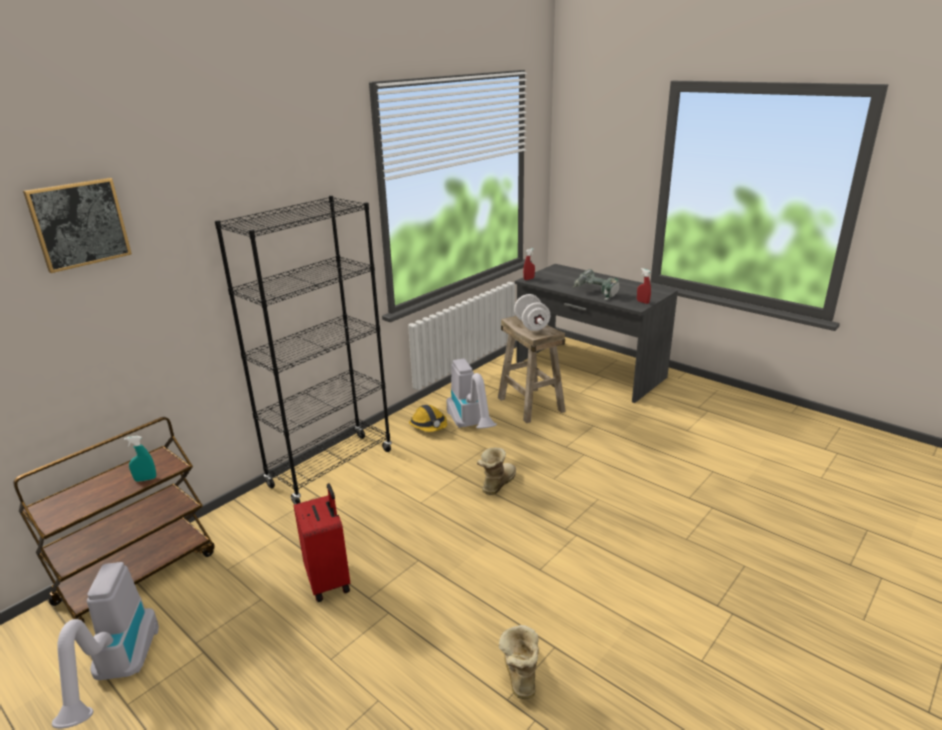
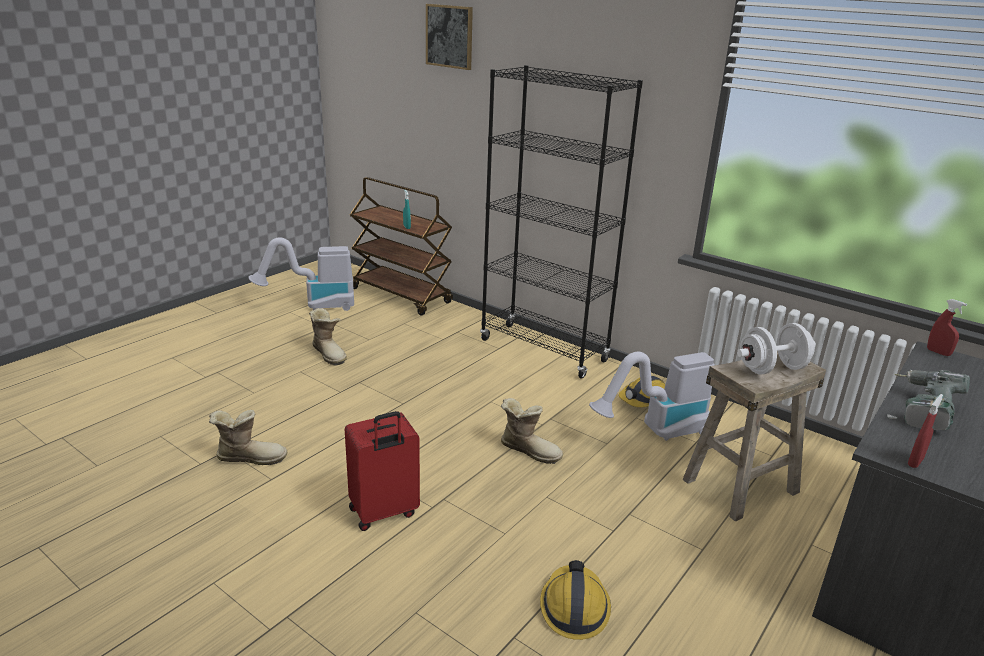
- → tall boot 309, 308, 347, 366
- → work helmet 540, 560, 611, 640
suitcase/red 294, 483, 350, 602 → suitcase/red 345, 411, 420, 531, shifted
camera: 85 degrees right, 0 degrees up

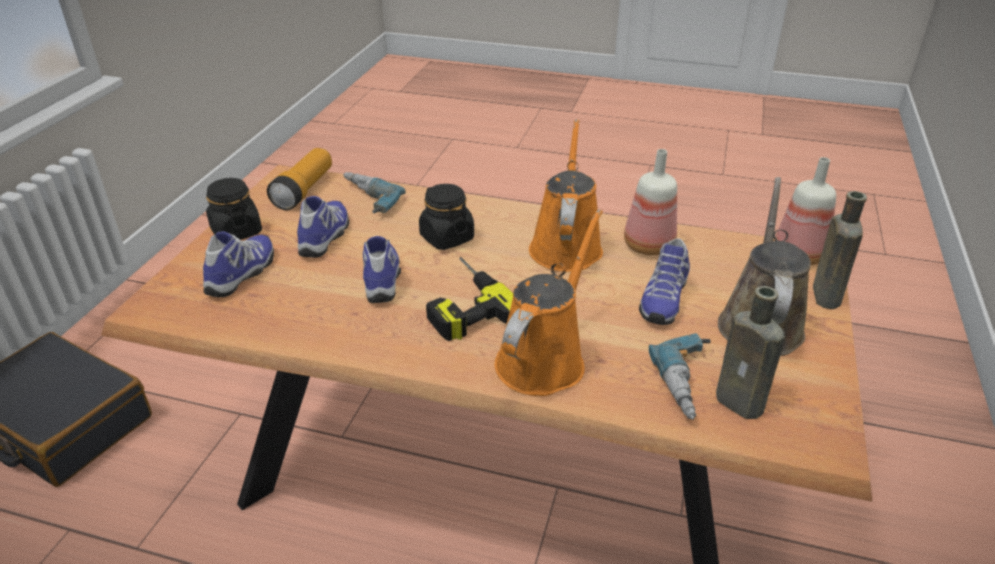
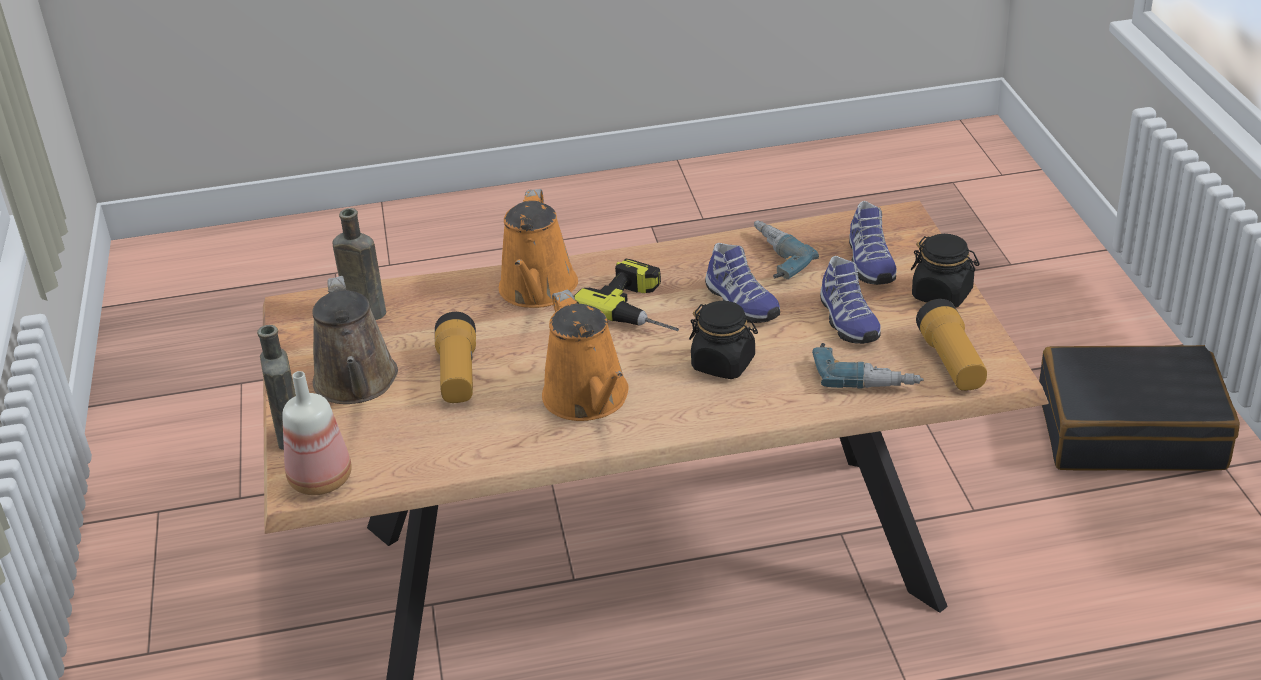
drink bottle 624, 149, 677, 255 → -
power drill 649, 333, 711, 420 → power drill 754, 220, 819, 279, shifted
item of footwear 639, 238, 690, 325 → hand torch 435, 312, 476, 403
camera: 155 degrees right, 0 degrees up

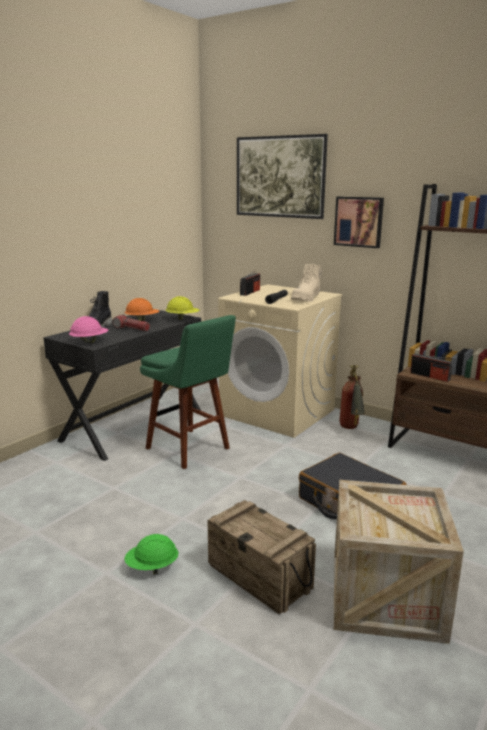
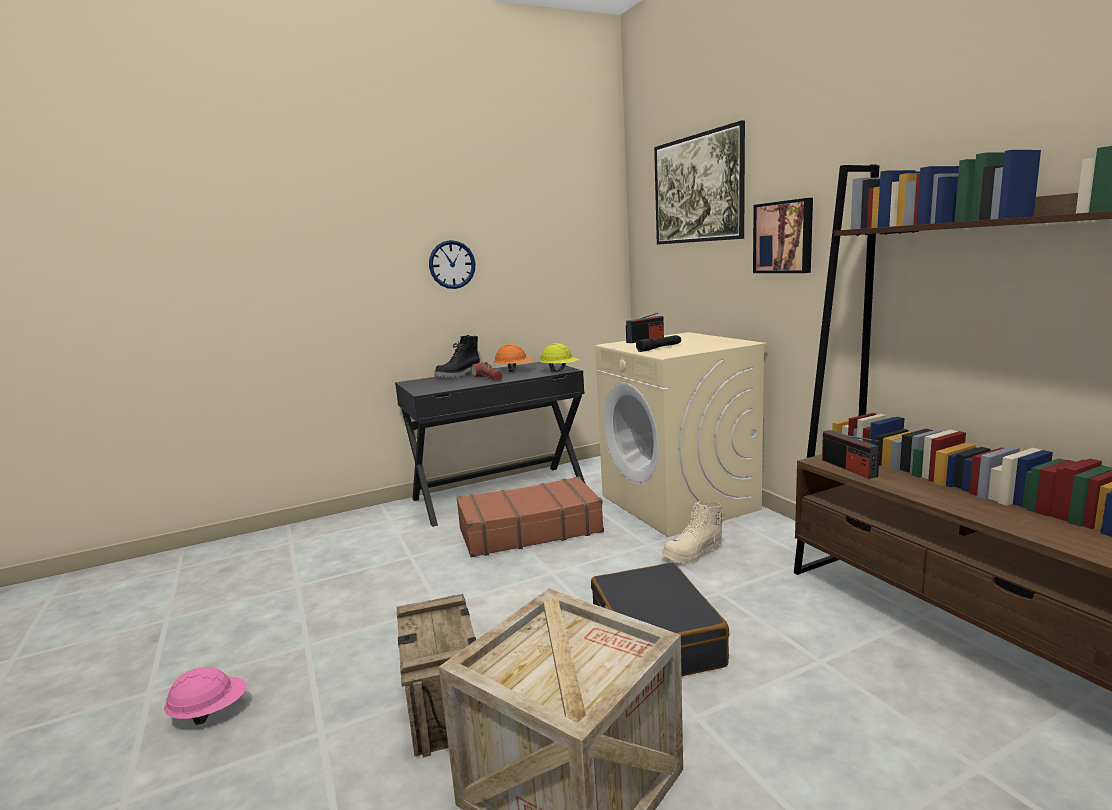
work helmet/greenish 124, 534, 179, 575 → -
extinguisher 339, 365, 365, 429 → -
- → clock on the wall 429, 240, 476, 289
work helmet/pinkish 69, 316, 108, 343 → work helmet/pinkish 164, 667, 247, 725, shifted
tall boot/beige-coloured 291, 264, 323, 302 → tall boot/beige-coloured 662, 501, 725, 564, shifted
sitting stool/greenish 140, 315, 236, 469 → suitcase/brown-coloured 457, 476, 604, 557
camera: 30 degrees right, 5 degrees down

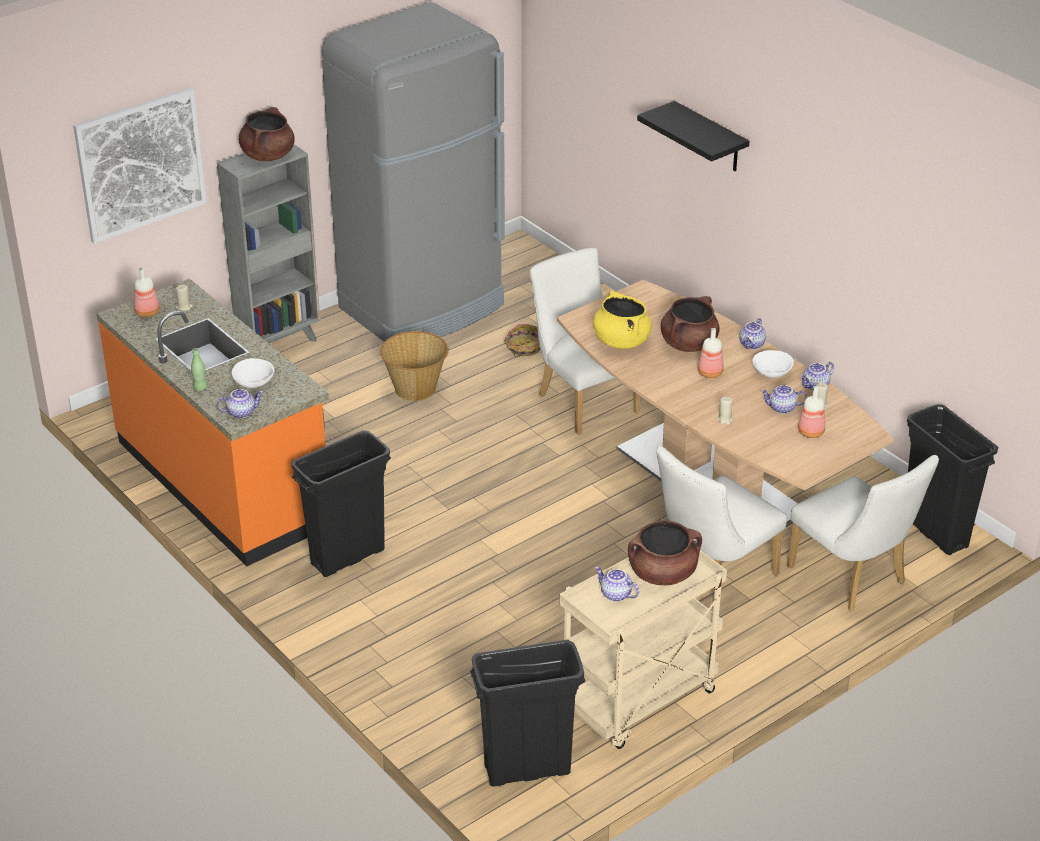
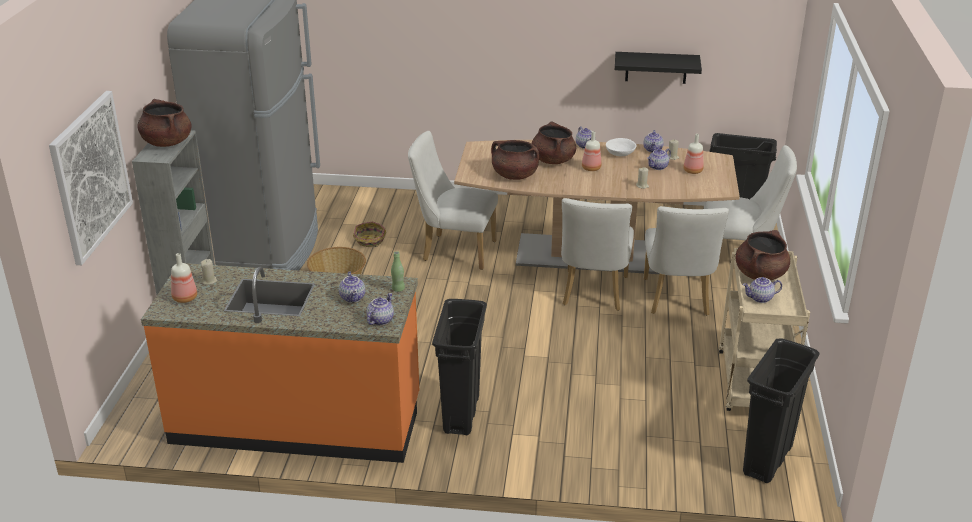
- → upright chair/white-coloured 561, 198, 634, 311
drink bottle/greenish 191, 348, 207, 391 → drink bottle/greenish 391, 251, 405, 292, shifted
wall shelf/black-coloured 637, 101, 749, 172 → wall shelf/black-coloured 615, 52, 702, 84, shifted
bowl/white-coloured 231, 358, 275, 388 → teapot 339, 271, 365, 303
saucepot/yellow-coloured 593, 291, 652, 349 → saucepot/brown-coloured 491, 140, 539, 180
camera: 45 degrees left, 5 degrees down

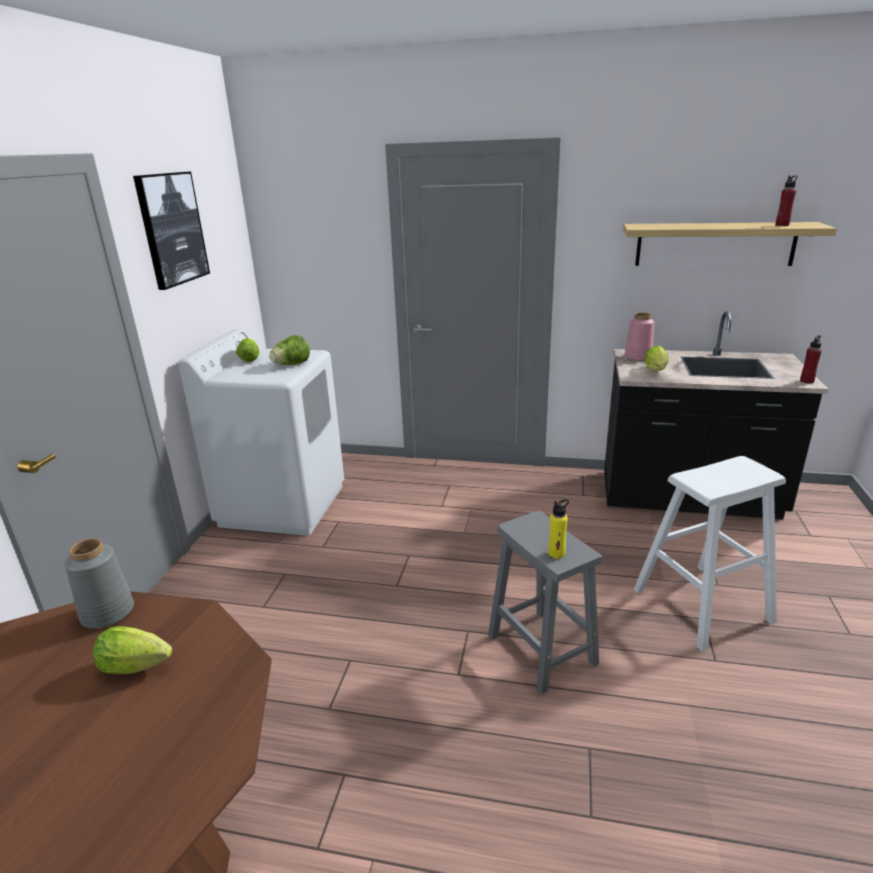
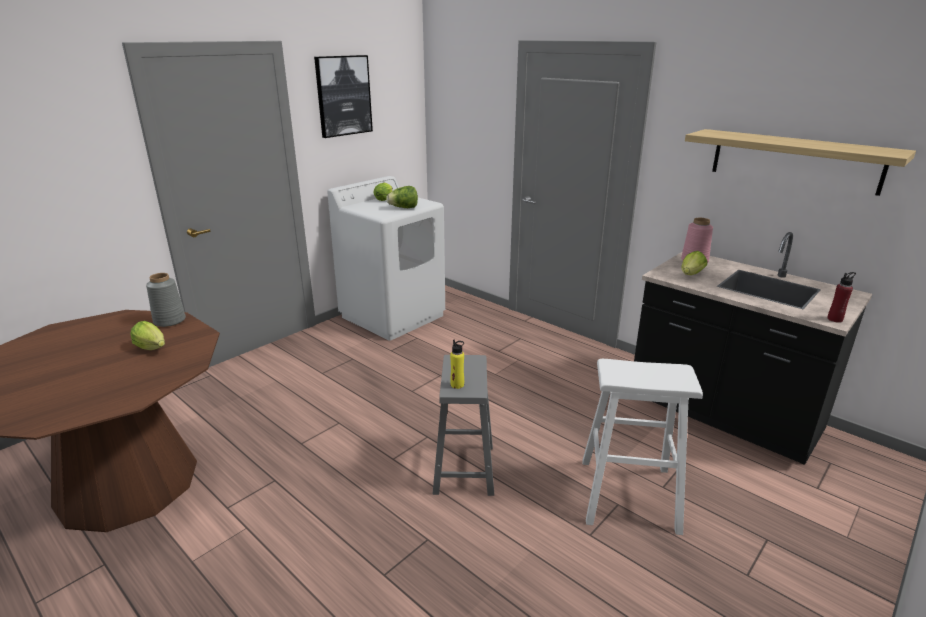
drink bottle/red 775, 176, 798, 226 → -
camera: 30 degrees right, 0 degrees up

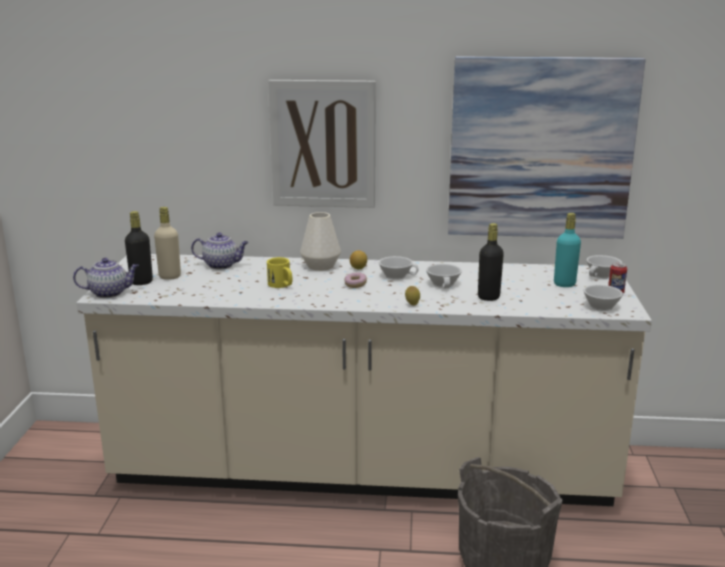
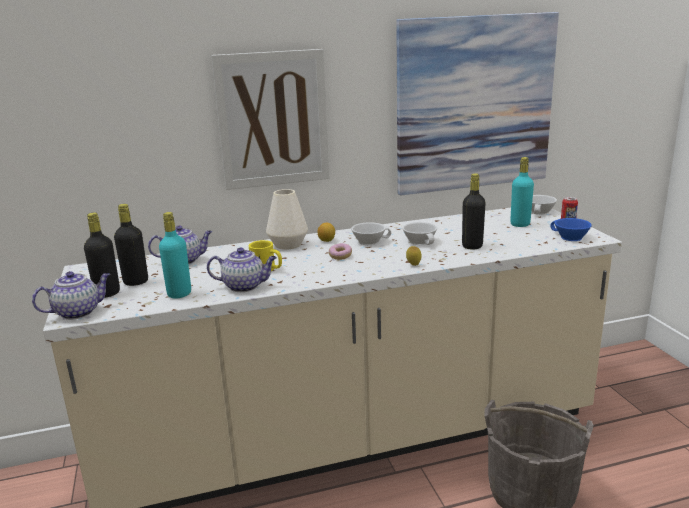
- → drink bottle/turquoise-coloured 159, 212, 191, 299
- → teapot 207, 247, 277, 292
drink bottle/beige-coloured 154, 207, 181, 280 → drink bottle/black-coloured 114, 204, 148, 286
cup/white-coloured 584, 285, 623, 311 → cup/blue-coloured 550, 218, 592, 241
camera: 20 degrees left, 0 degrees up

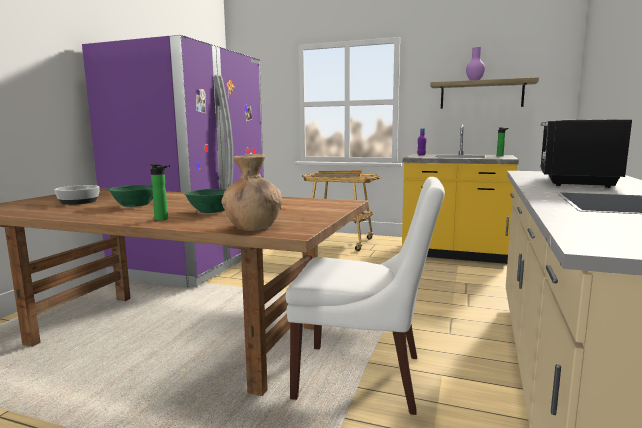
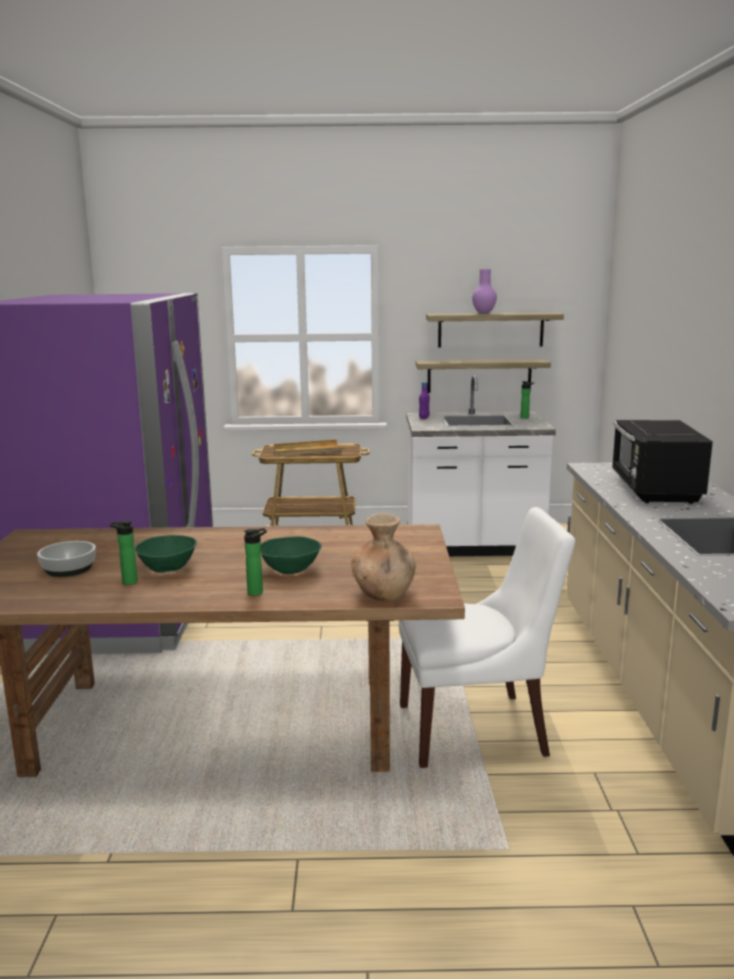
- → drink bottle 110, 520, 138, 585
- → wall shelf 416, 359, 551, 393
counter/yellow-coloured 402, 124, 519, 264 → counter/white-coloured 406, 375, 556, 556
camera: 20 degrees left, 5 degrees up

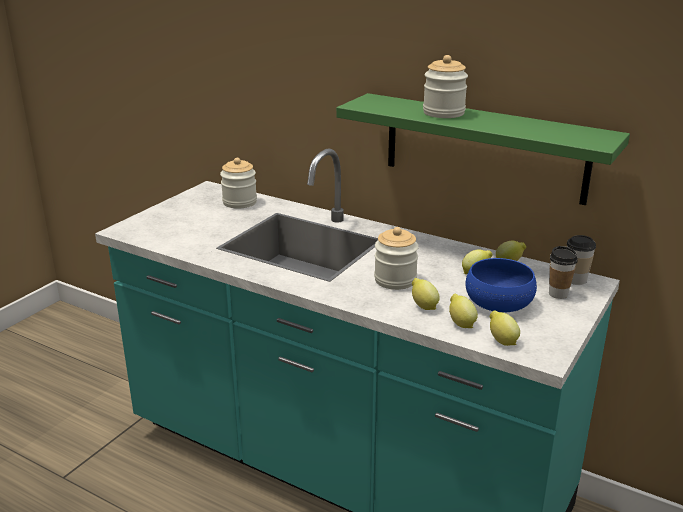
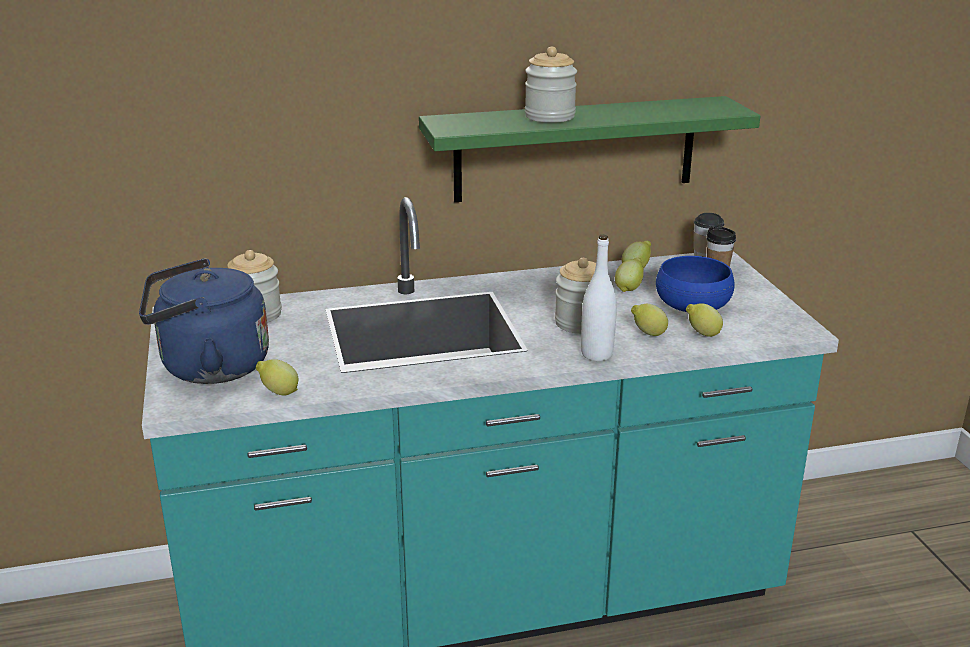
- → tea kettle/blue-coloured 139, 258, 269, 384
- → drink bottle/white-coloured 581, 235, 617, 361
citrus fruit 490, 310, 520, 346 → citrus fruit 256, 359, 298, 395, shifted
camera: 45 degrees left, 0 degrees up

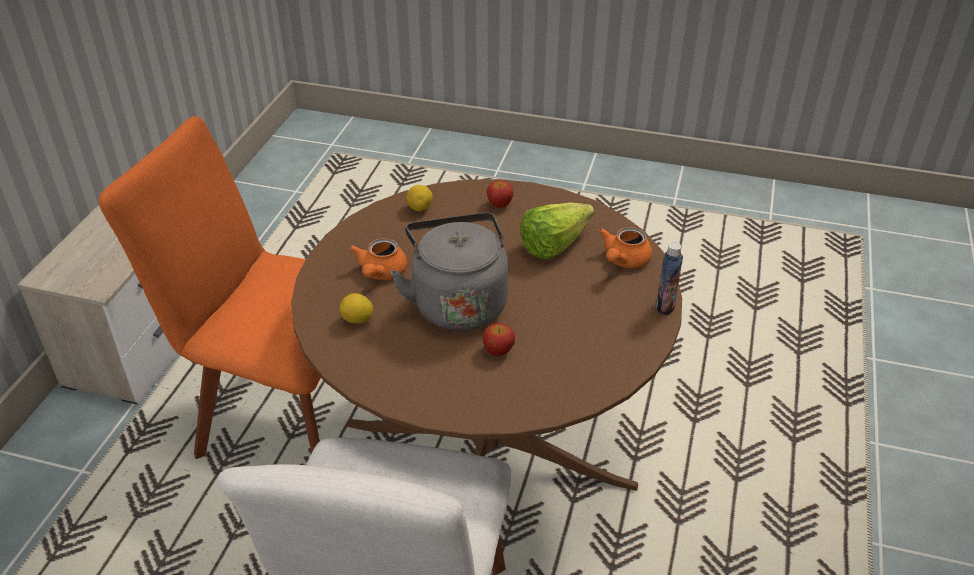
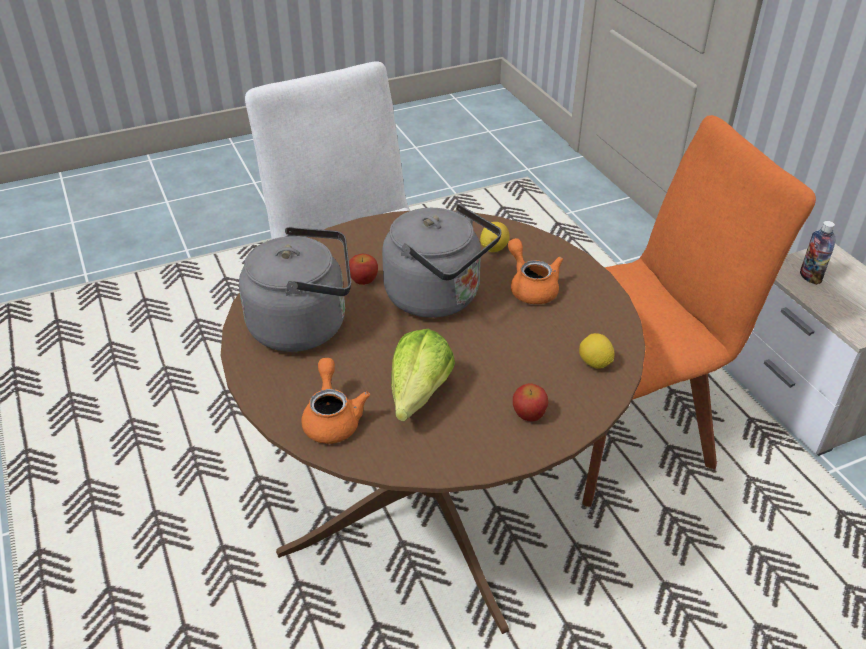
- → tea kettle/gray 239, 227, 351, 352
drink bottle 656, 242, 683, 315 → drink bottle 800, 221, 836, 285, shifted
camera: 140 degrees right, 0 degrees up

